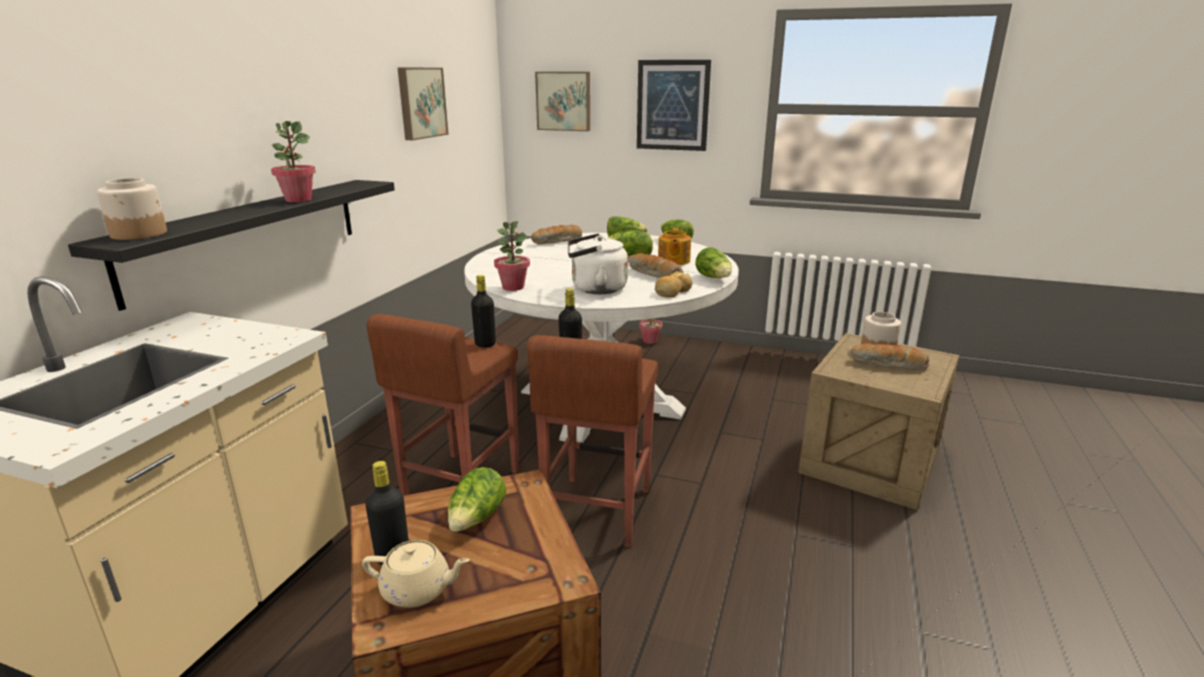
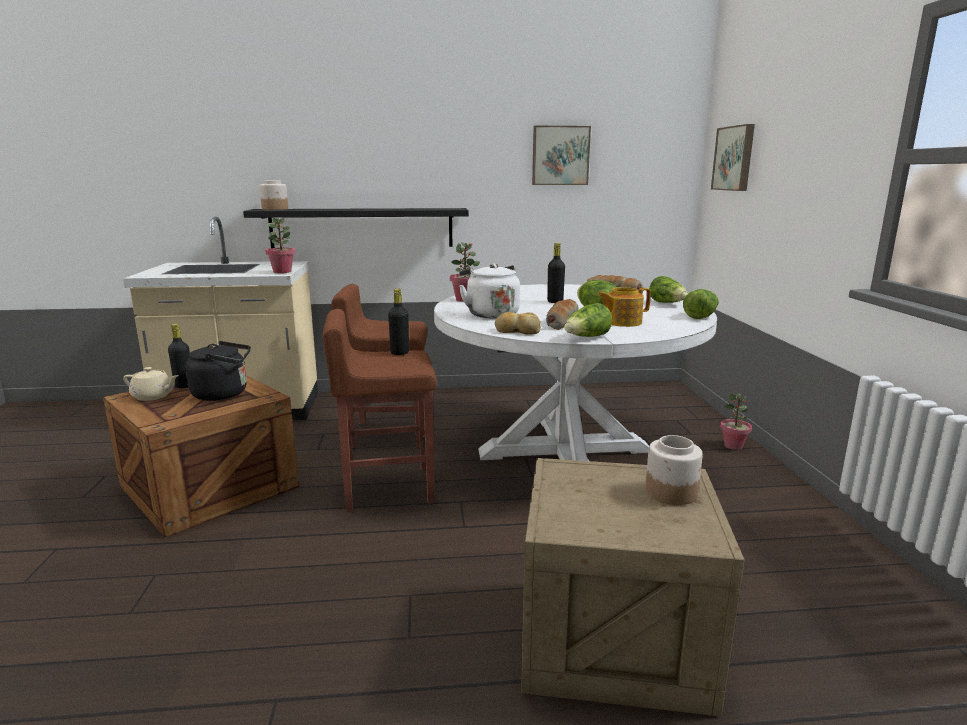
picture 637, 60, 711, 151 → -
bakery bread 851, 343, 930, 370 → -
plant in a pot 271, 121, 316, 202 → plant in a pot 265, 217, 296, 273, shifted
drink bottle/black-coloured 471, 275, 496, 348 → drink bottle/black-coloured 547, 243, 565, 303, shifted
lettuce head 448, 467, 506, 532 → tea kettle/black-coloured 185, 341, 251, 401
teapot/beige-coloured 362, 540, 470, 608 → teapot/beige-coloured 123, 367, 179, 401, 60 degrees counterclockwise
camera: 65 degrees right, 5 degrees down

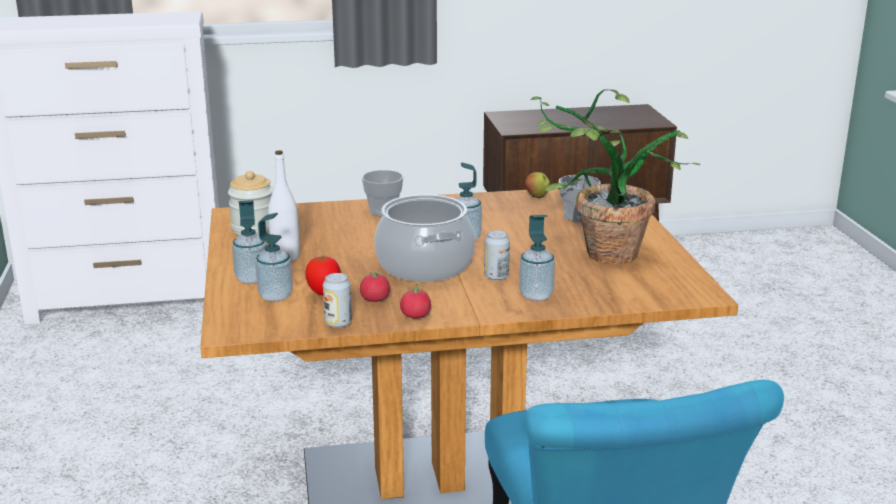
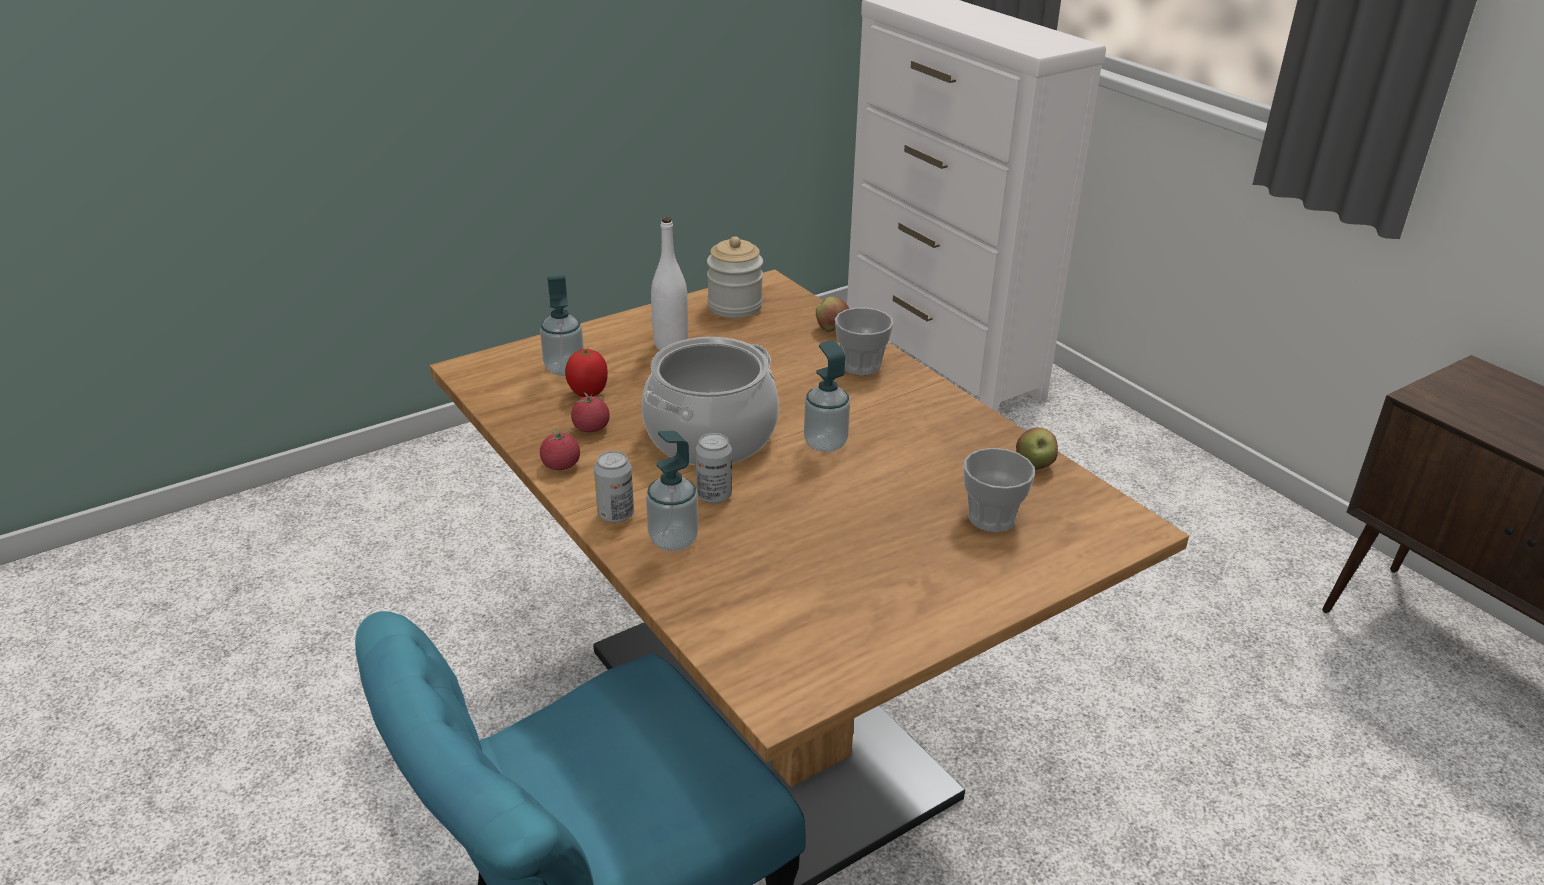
liquid soap bottle 232, 200, 267, 284 → -
plant in a pot 530, 89, 701, 265 → -
- → apple fruit 816, 296, 849, 332
sealed can 323, 273, 352, 328 → sealed can 594, 451, 634, 523, shifted
camera: 65 degrees right, 10 degrees up

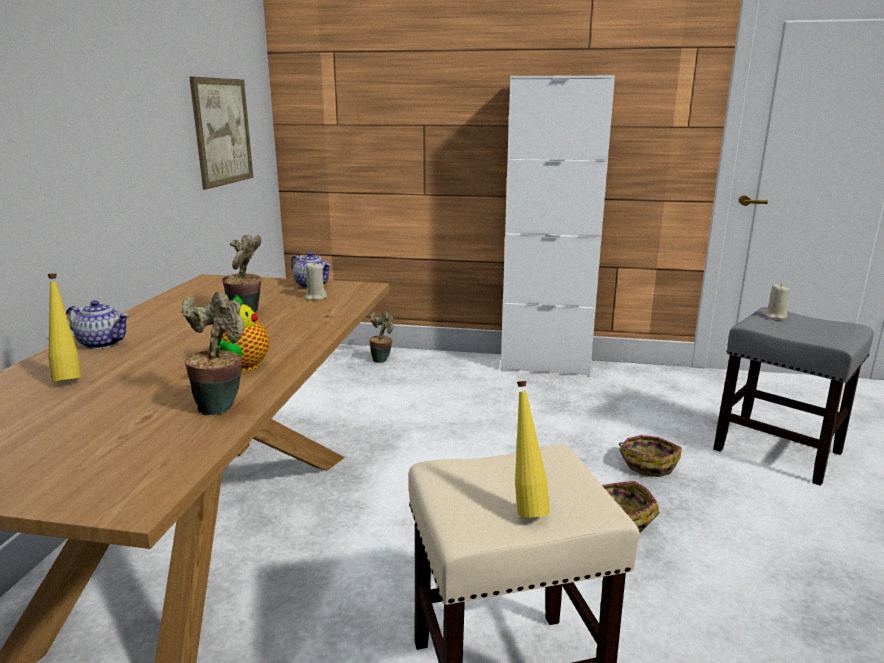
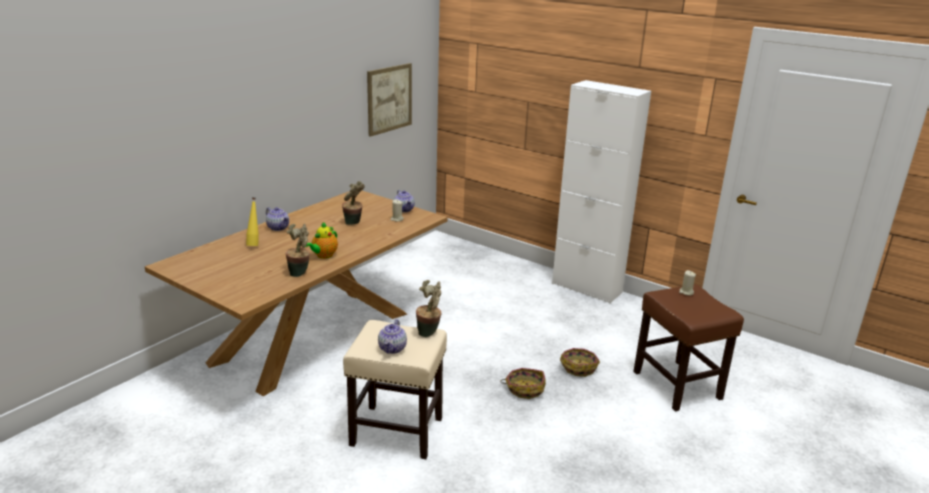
plant in a pot 369, 311, 394, 363 → plant in a pot 416, 280, 441, 337, shifted
drink bottle/yellow-coloured 515, 381, 550, 517 → teapot 378, 319, 407, 354
sitting stool/gray 713, 307, 874, 486 → sitting stool/brown-coloured 633, 284, 744, 412
camera: 25 degrees right, 5 degrees up

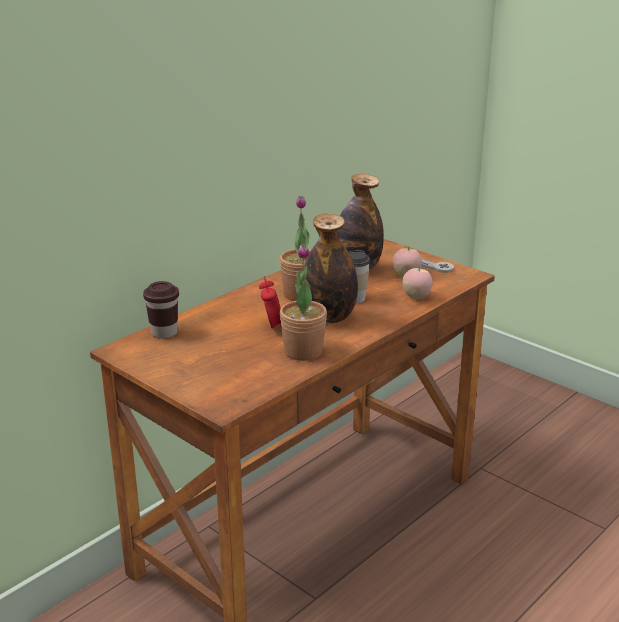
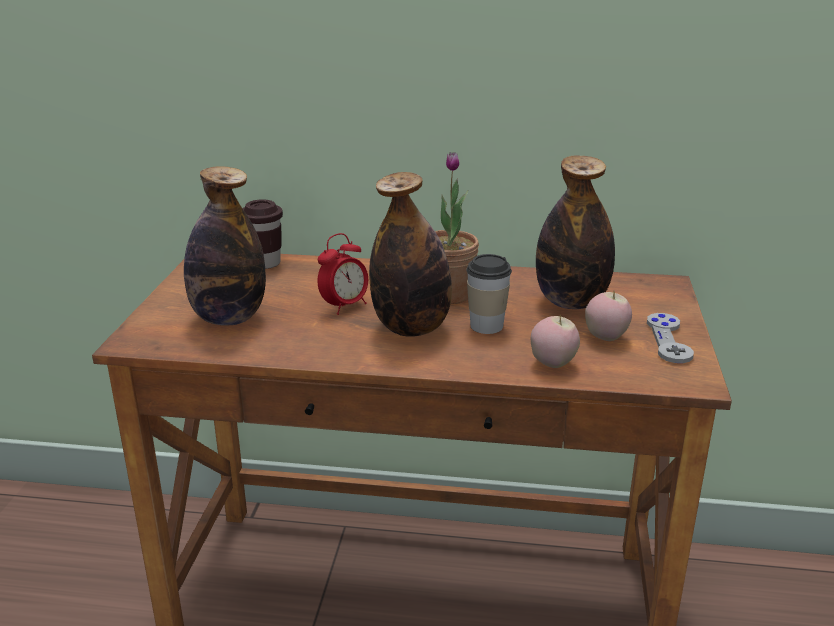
plant in a pot 280, 244, 327, 361 → -
- → drink bottle 184, 166, 266, 326
camera: 55 degrees right, 0 degrees up

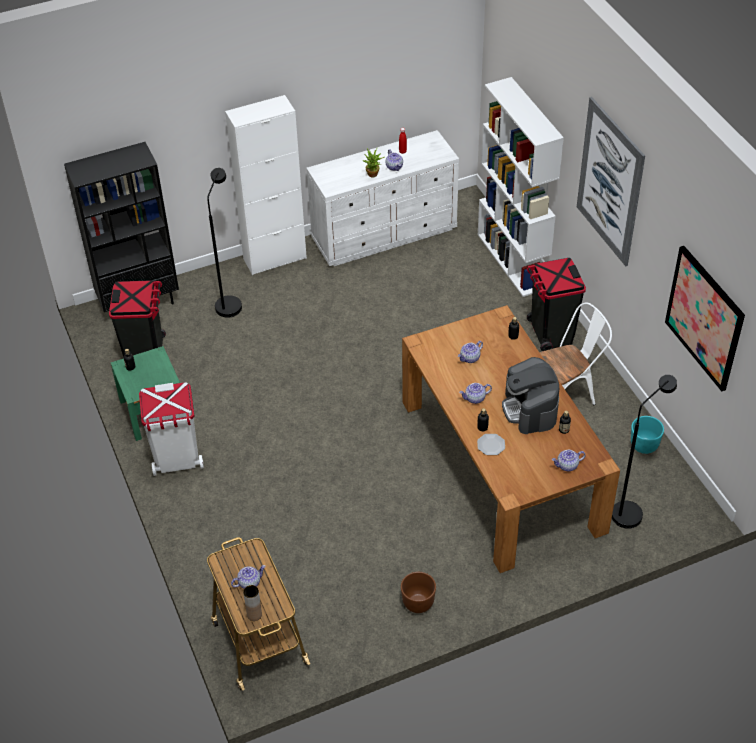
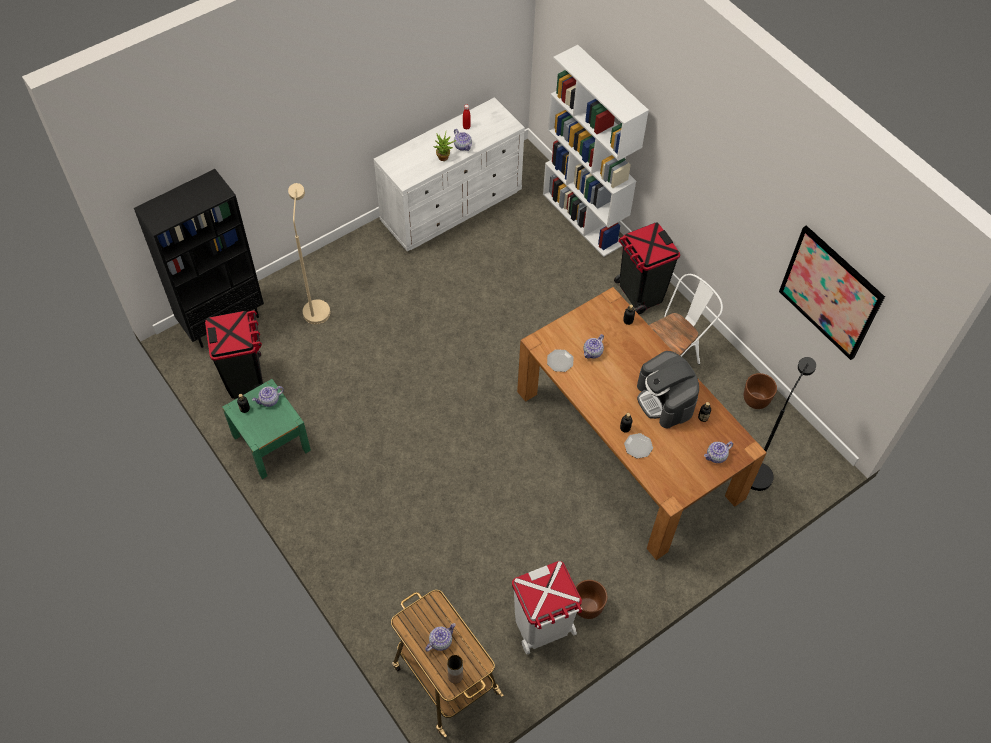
storage cabinet/white-coloured 225, 95, 307, 275 → -
picture 577, 97, 645, 266 → -
- → dinner plate 547, 349, 573, 372
trash can/white-coloured 139, 382, 204, 476 → trash can/white-coloured 512, 561, 583, 655, shifted
teapot 459, 383, 492, 404 → teapot 252, 386, 284, 407, shifted
floor lamp/black-coloured 207, 168, 242, 318 → floor lamp/beige-coloured 288, 183, 331, 324
flower pot/turquoise-coloured 631, 416, 664, 454 → flower pot/brown-coloured 744, 373, 777, 409
camera: 15 degrees left, 10 degrees up

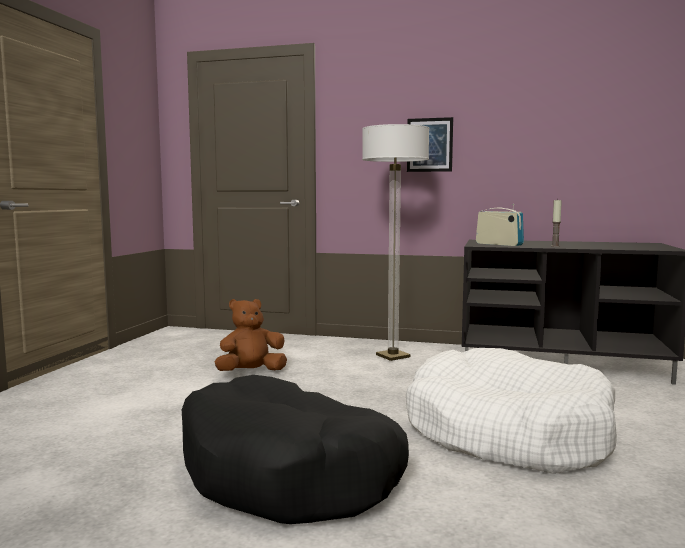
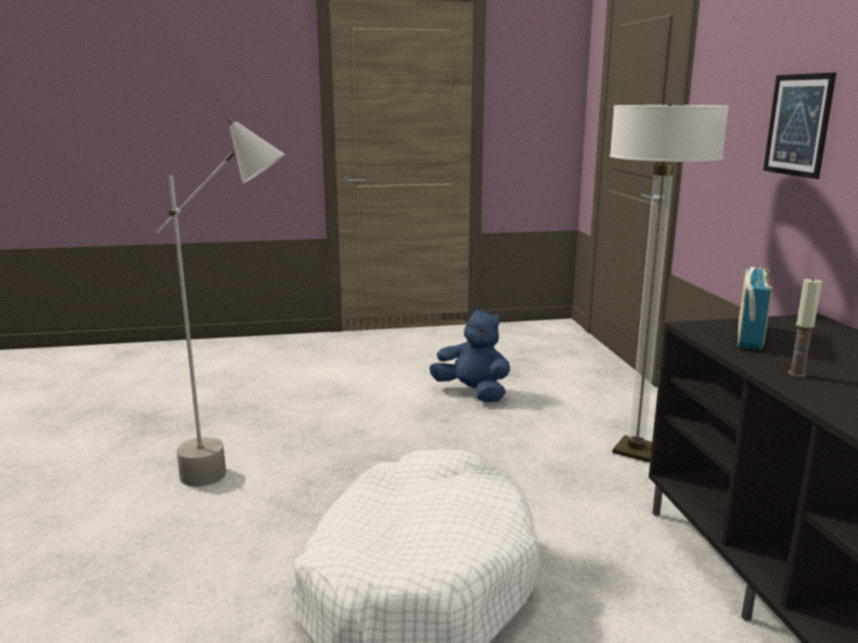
dog bed/black-coloured 182, 375, 409, 524 → floor lamp/gray 156, 117, 285, 487
cuddly toy/brown-coloured 214, 299, 287, 371 → cuddly toy/blue-coloured 429, 308, 510, 402
camera: 65 degrees right, 10 degrees up

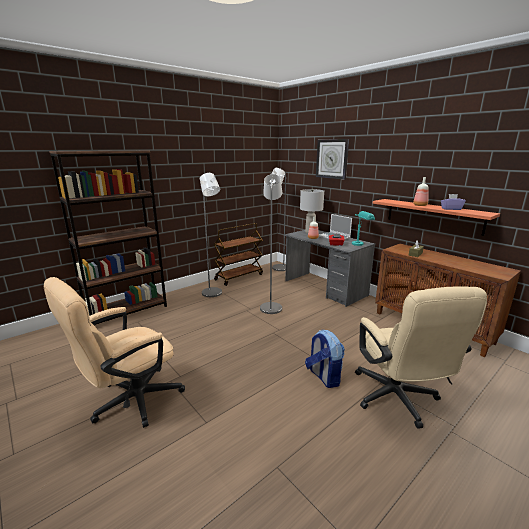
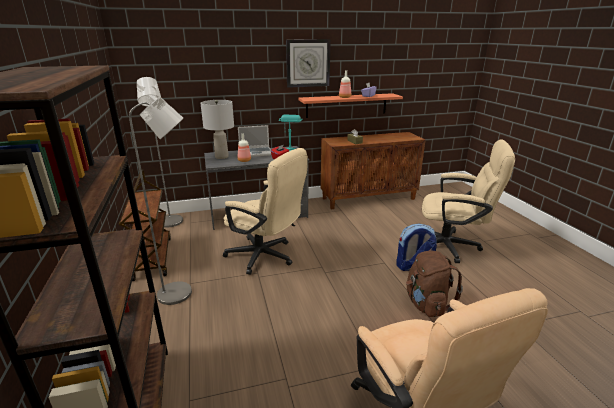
- → backpack/brown-coloured 406, 251, 463, 317
clock on the wall 316, 139, 349, 180 → clock on the wall 286, 39, 331, 88, shifted
floor lamp/gray 260, 174, 282, 314 → computer chair/beige-coloured 223, 148, 308, 275
camera: 65 degrees left, 5 degrees up

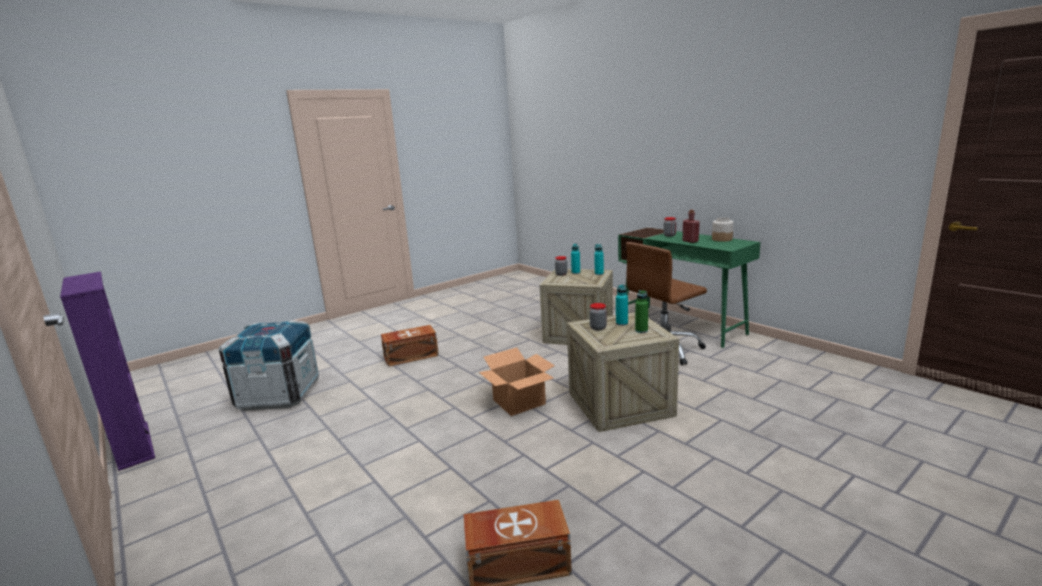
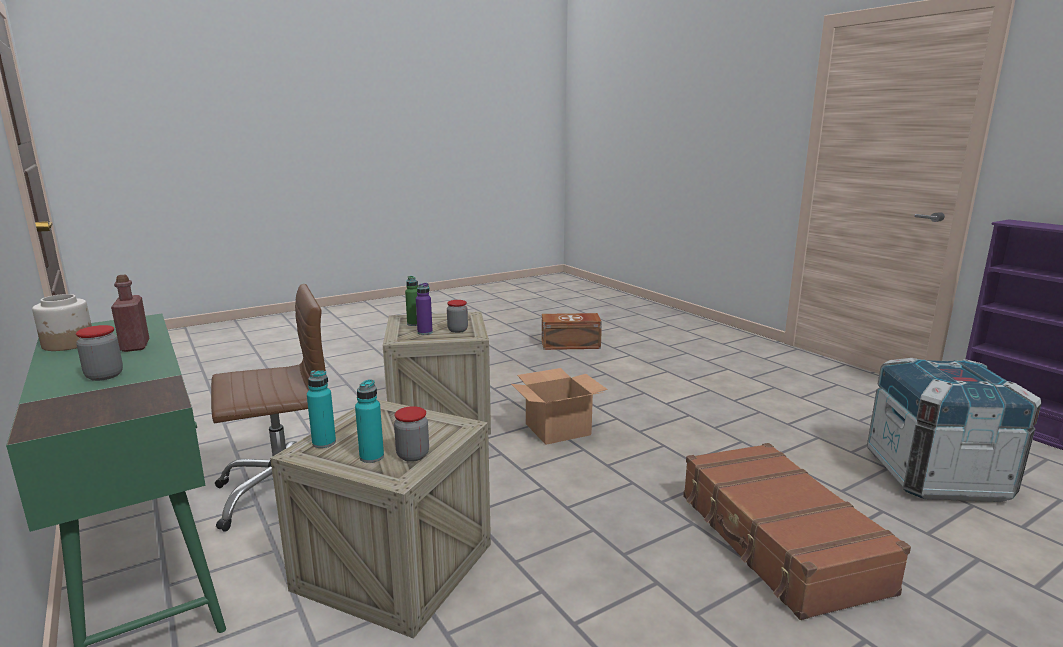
storage bin/brown-coloured 381, 325, 439, 367 → suitcase/brown-coloured 683, 443, 911, 620
drink bottle/turquoise-coloured 616, 285, 628, 326 → drink bottle/purple-coloured 416, 283, 433, 335
camera: 175 degrees left, 0 degrees up

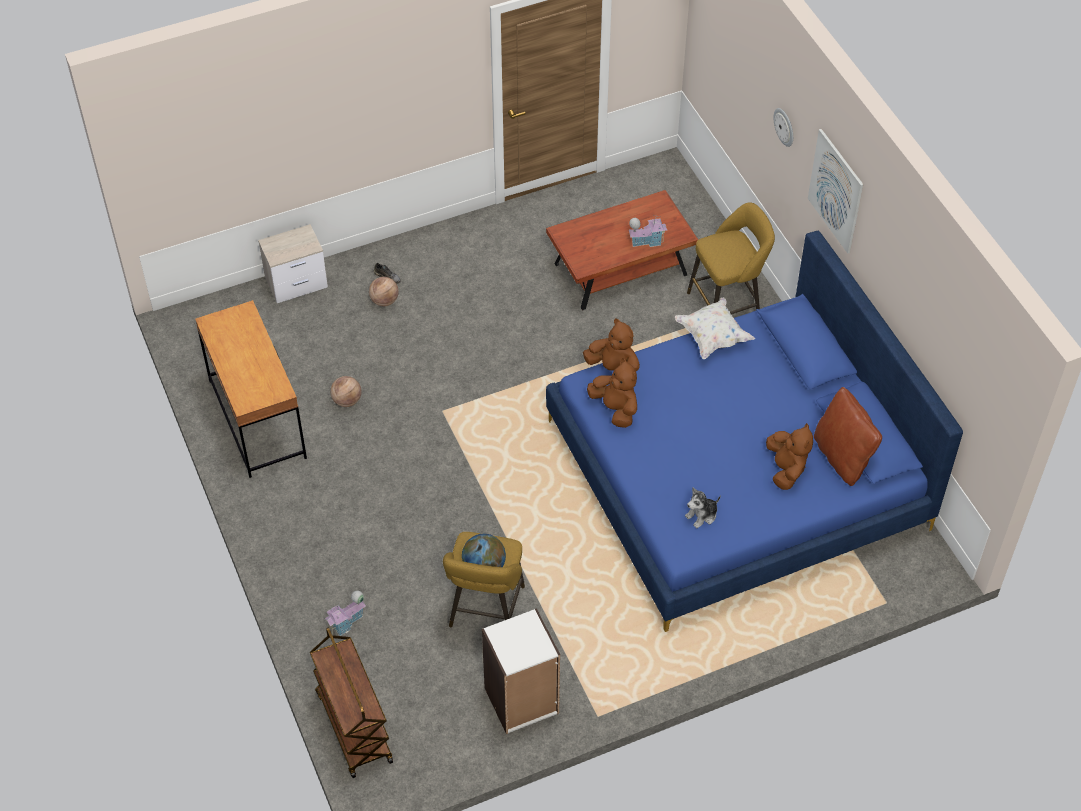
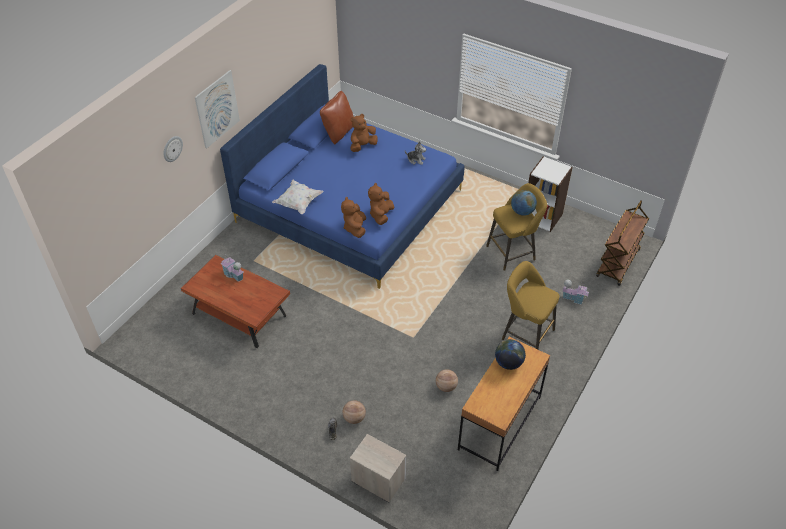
- → desk globe 495, 339, 526, 370
sitting stool/yellow-coloured 687, 202, 775, 314 → sitting stool/yellow-coloured 502, 261, 559, 349, shifted
camera: 125 degrees left, 5 degrees down

